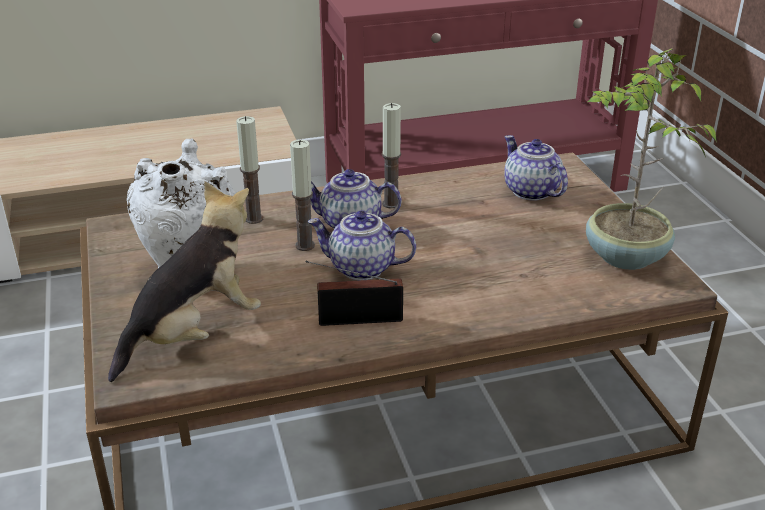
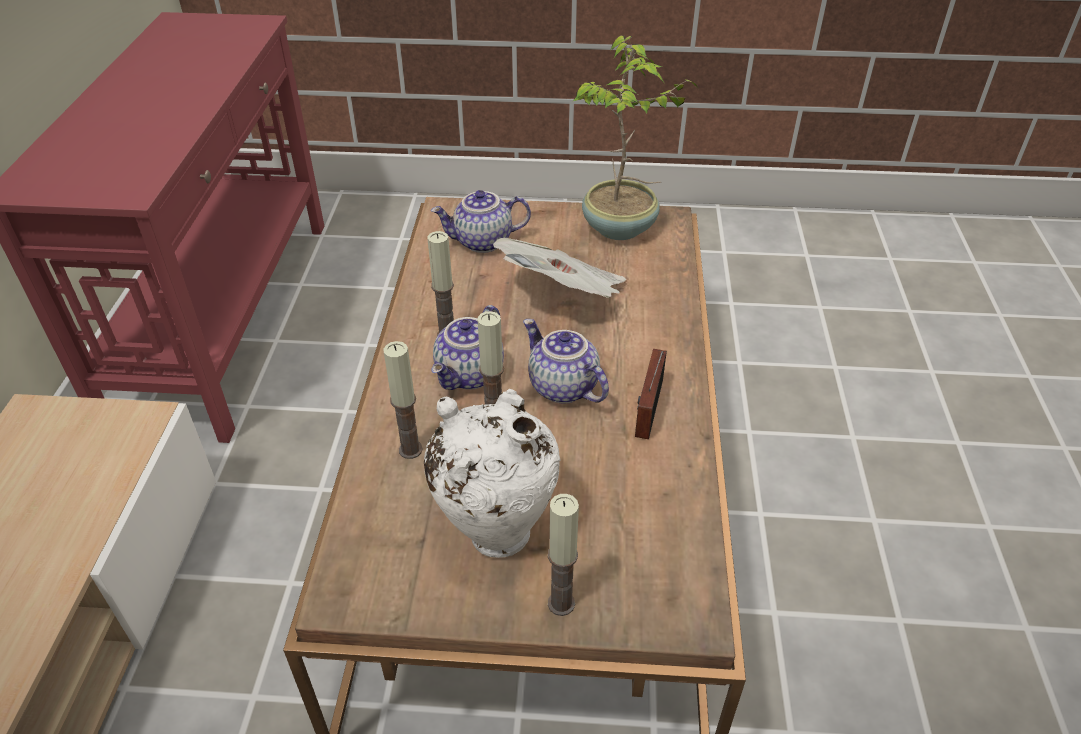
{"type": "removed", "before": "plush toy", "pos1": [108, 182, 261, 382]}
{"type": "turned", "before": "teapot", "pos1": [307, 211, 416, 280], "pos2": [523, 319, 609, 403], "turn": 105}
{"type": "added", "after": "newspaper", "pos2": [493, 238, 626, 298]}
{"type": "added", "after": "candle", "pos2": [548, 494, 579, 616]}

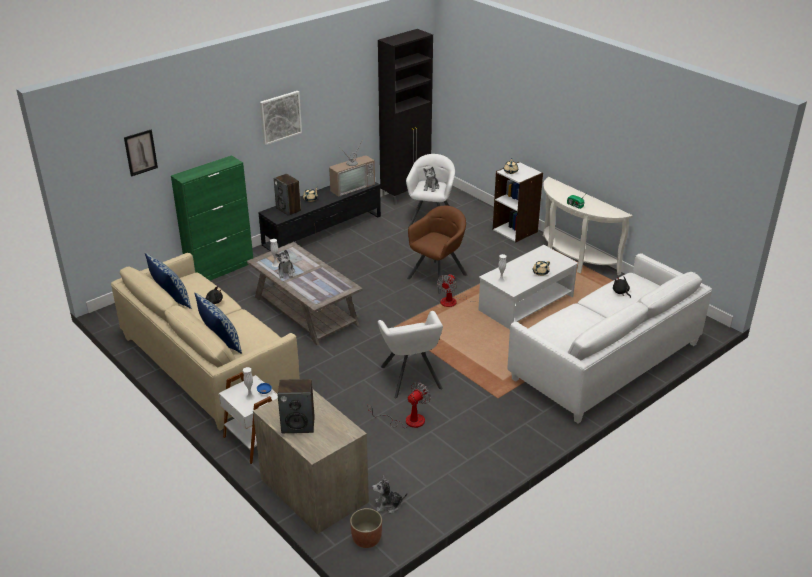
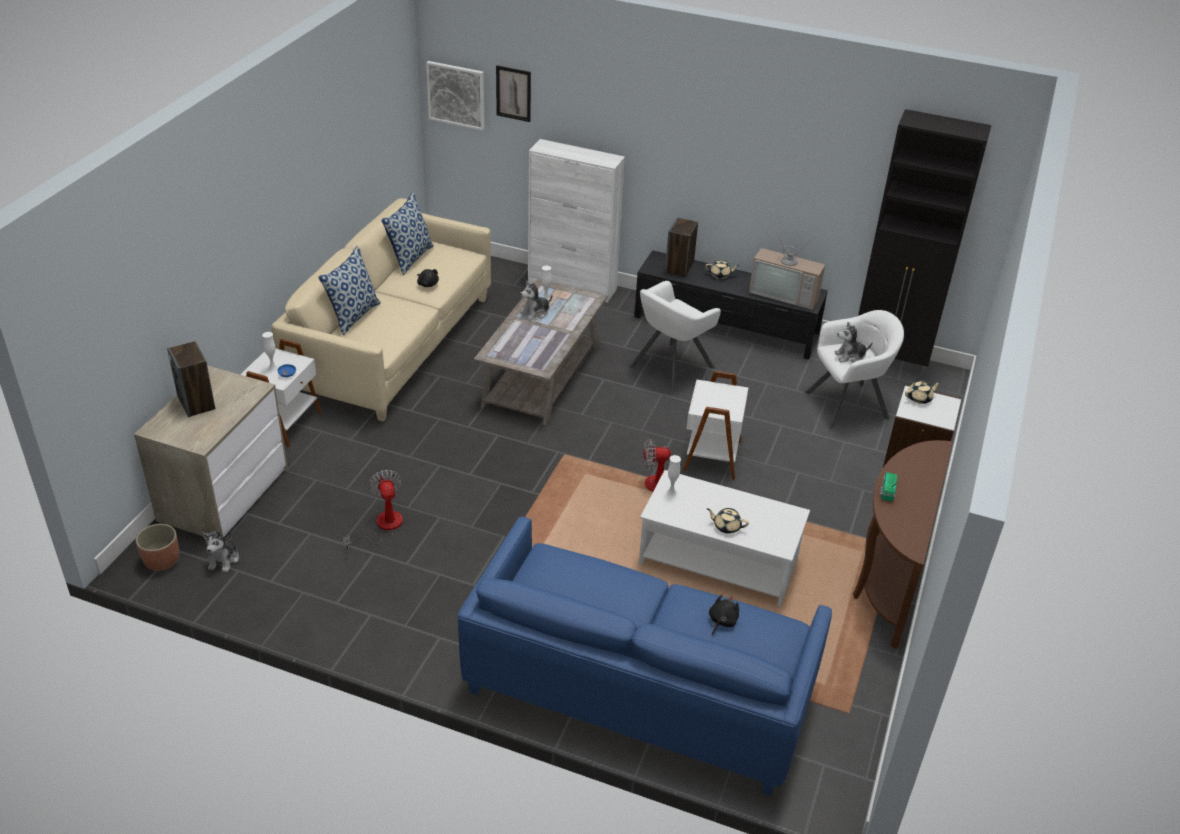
{"type": "recoloured", "before": "green cabinet", "after": "white cabinet", "pos1": [171, 155, 253, 281], "pos2": [528, 139, 625, 303]}
{"type": "moved", "before": "picture", "pos1": [260, 91, 302, 145], "pos2": [426, 61, 485, 131]}
{"type": "turned", "before": "fan", "pos1": [368, 382, 431, 428], "pos2": [343, 470, 403, 550], "turn": -120}
{"type": "turned", "before": "plush toy", "pos1": [372, 475, 407, 513], "pos2": [202, 531, 239, 572], "turn": -135}
{"type": "moved", "before": "white armchair", "pos1": [378, 311, 443, 399], "pos2": [629, 281, 721, 393]}
{"type": "replaced", "before": "brown armchair", "after": "white side table", "pos1": [407, 206, 467, 294], "pos2": [683, 371, 748, 480]}
{"type": "recoloured", "before": "white sofa", "after": "blue sofa", "pos1": [508, 253, 712, 423], "pos2": [458, 517, 832, 795]}
{"type": "recoloured", "before": "white console table", "after": "brown console table", "pos1": [543, 177, 633, 275], "pos2": [853, 440, 952, 648]}

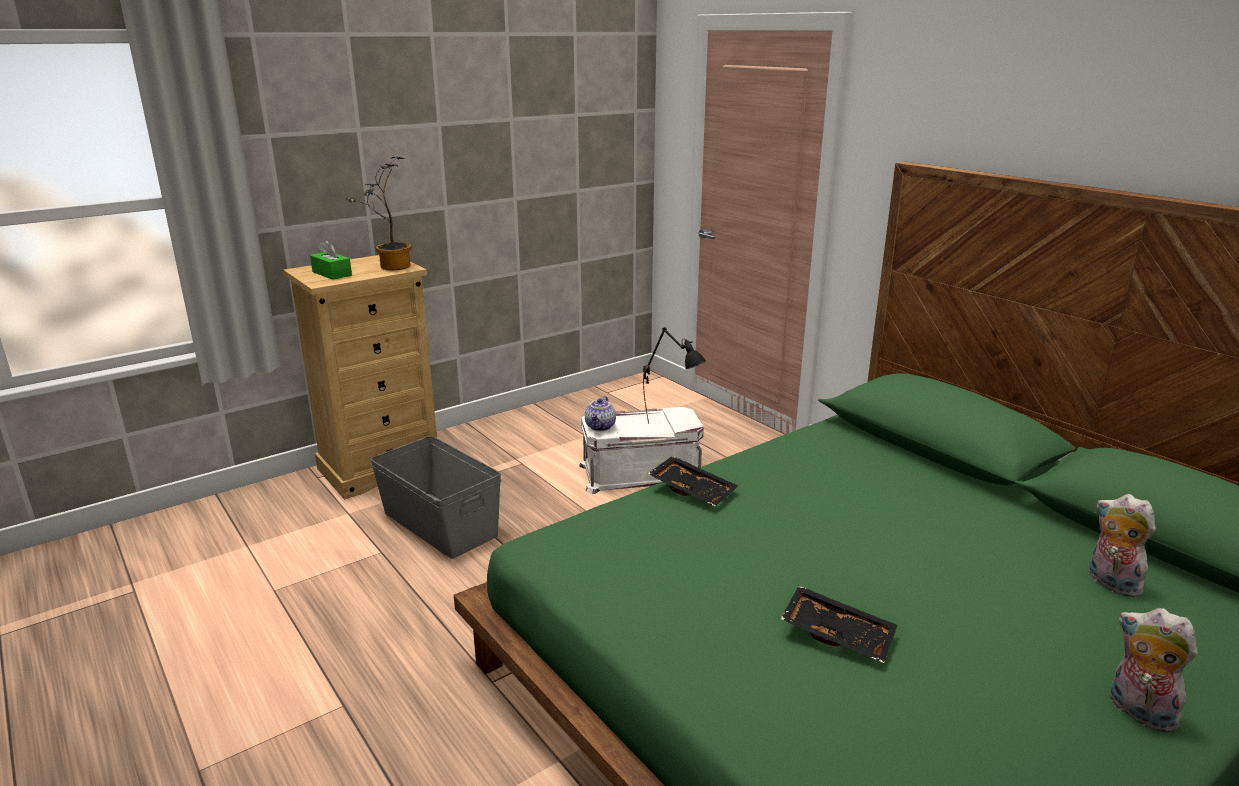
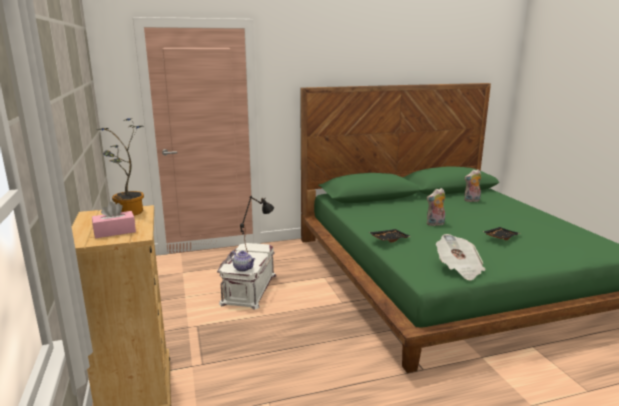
{"type": "recoloured", "before": "green tissue box", "after": "pink tissue box", "pos1": [310, 240, 352, 280], "pos2": [92, 202, 136, 238]}
{"type": "removed", "before": "grey storage box", "pos1": [370, 436, 501, 559]}
{"type": "moved", "before": "plush toy", "pos1": [1110, 608, 1198, 733], "pos2": [427, 188, 445, 226]}
{"type": "added", "after": "newspaper", "pos2": [436, 234, 486, 281]}

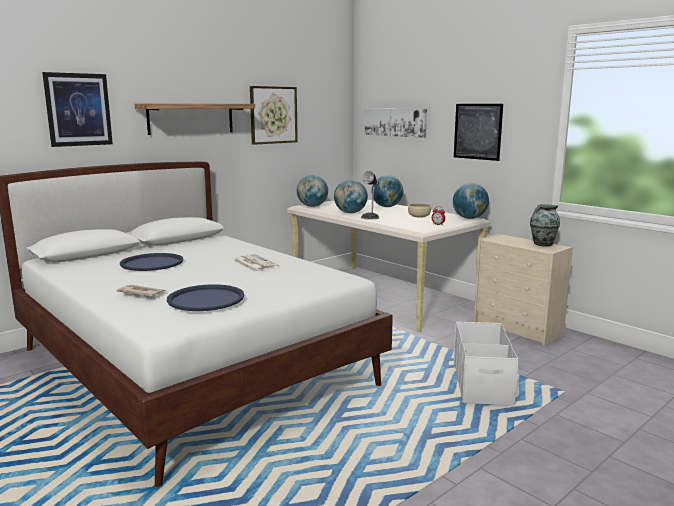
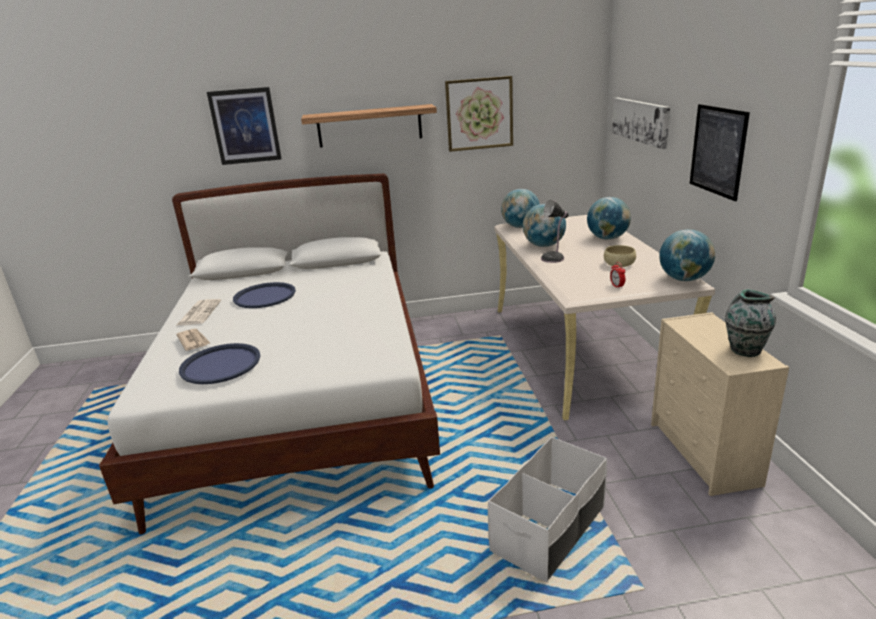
{"type": "moved", "before": "newspaper", "pos1": [233, 254, 279, 272], "pos2": [176, 299, 221, 326]}

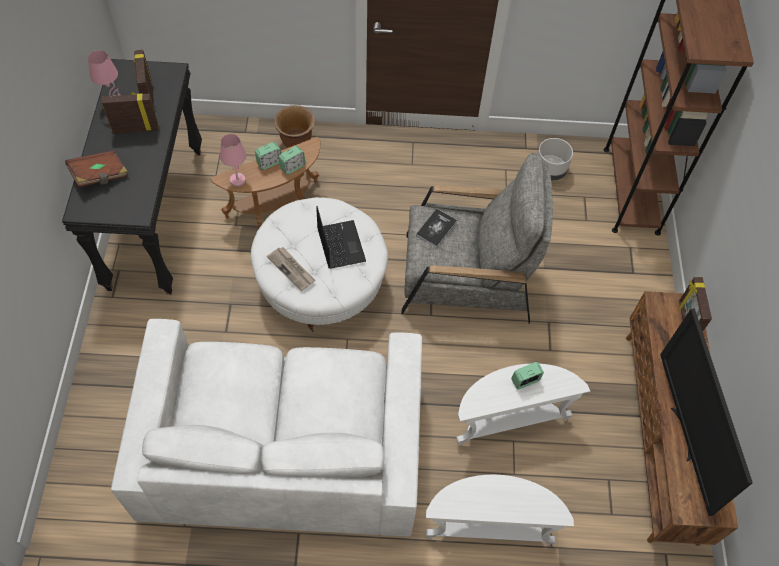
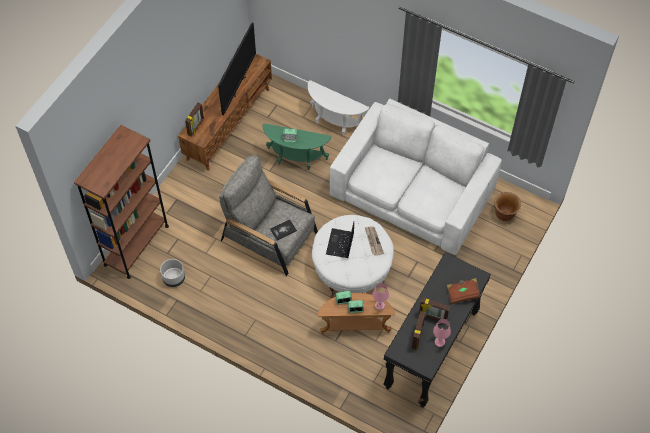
{"type": "moved", "before": "brown planter", "pos1": [274, 105, 315, 148], "pos2": [494, 192, 521, 221]}
{"type": "recoloured", "before": "white side table", "after": "green side table", "pos1": [456, 363, 590, 446], "pos2": [263, 123, 332, 170]}

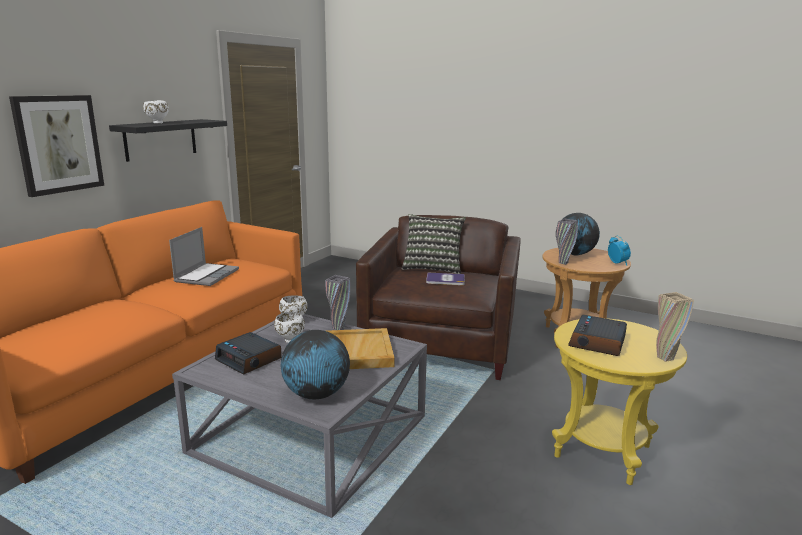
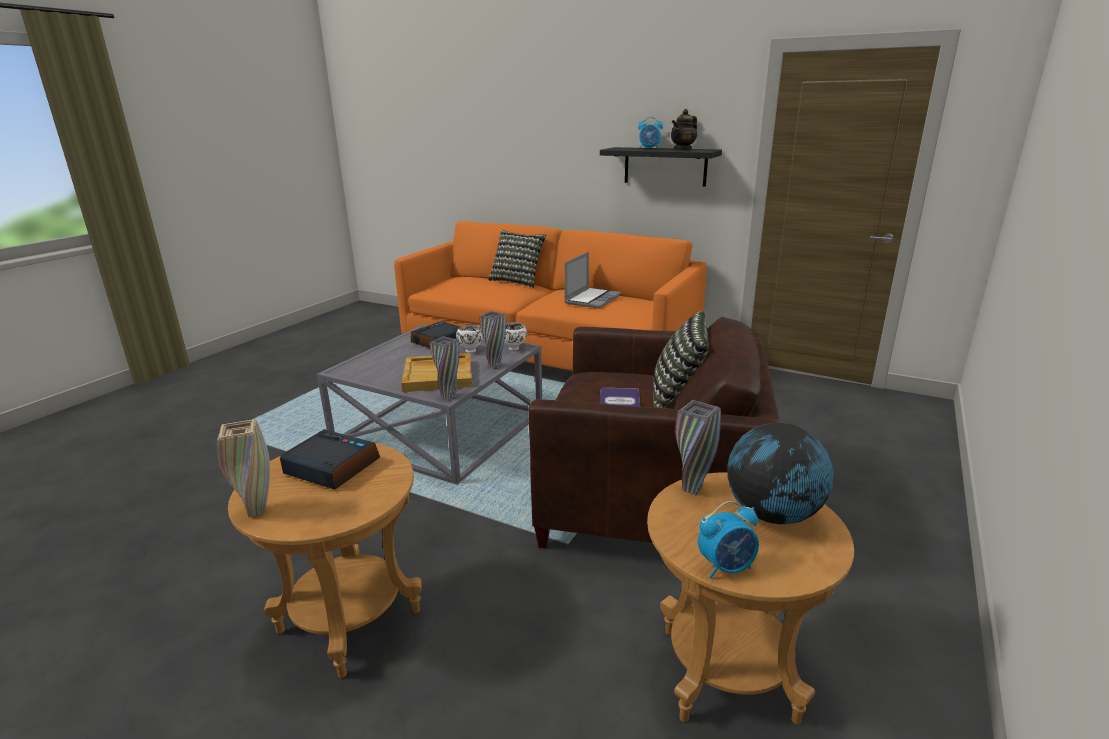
{"type": "removed", "before": "picture", "pos1": [9, 95, 104, 197]}
{"type": "replaced", "before": "white bowl", "after": "alarm clock", "pos1": [143, 100, 169, 123], "pos2": [638, 117, 663, 149]}
{"type": "turned", "before": "laptop", "pos1": [169, 227, 239, 286], "pos2": [564, 252, 621, 309], "turn": -75}
{"type": "removed", "before": "globe", "pos1": [280, 330, 350, 399]}
{"type": "recoloured", "before": "yellow side table", "after": "brown side table", "pos1": [552, 318, 687, 485], "pos2": [228, 443, 421, 678]}
{"type": "added", "after": "grey vase", "pos2": [430, 336, 459, 400]}
{"type": "added", "after": "pillow", "pos2": [488, 230, 546, 288]}
{"type": "added", "after": "teapot", "pos2": [671, 109, 697, 150]}

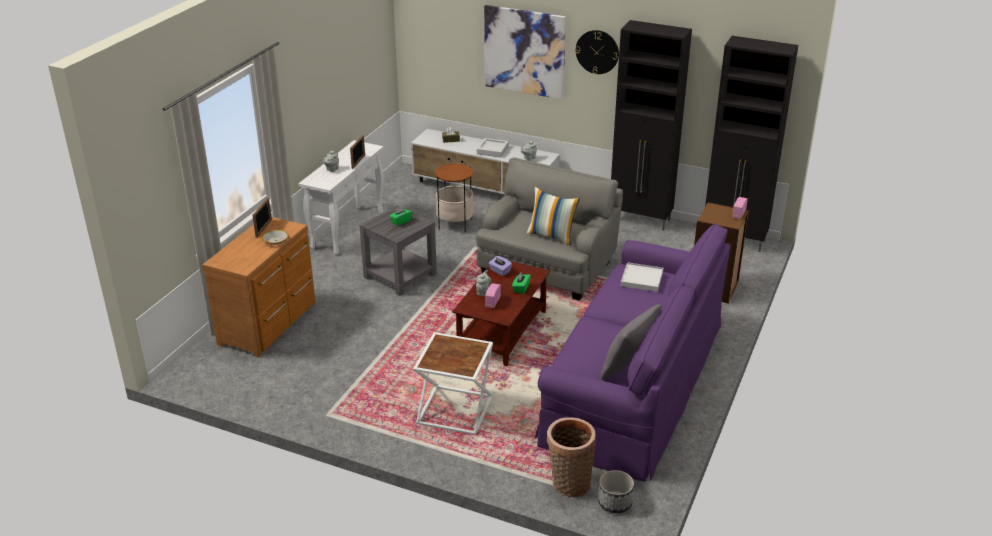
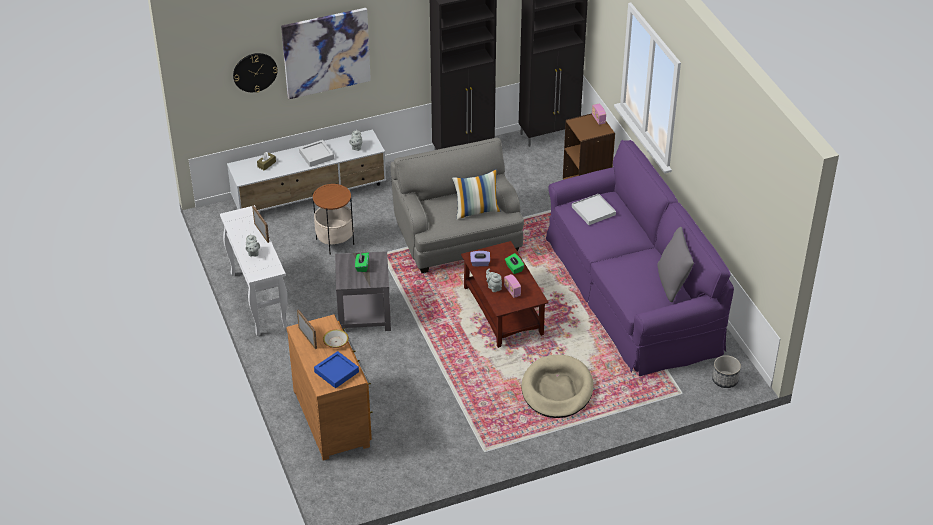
{"type": "replaced", "before": "white side table", "after": "beige dog bed", "pos1": [413, 332, 493, 435], "pos2": [521, 355, 594, 418]}
{"type": "removed", "before": "basket", "pos1": [547, 417, 596, 498]}
{"type": "moved", "before": "wall clock", "pos1": [575, 30, 619, 74], "pos2": [233, 53, 278, 92]}
{"type": "added", "after": "blue tray", "pos2": [314, 351, 359, 388]}

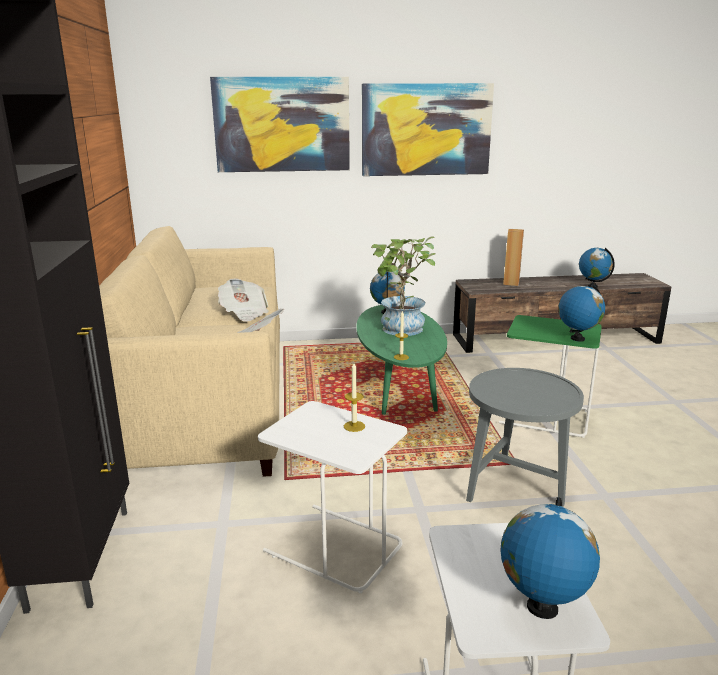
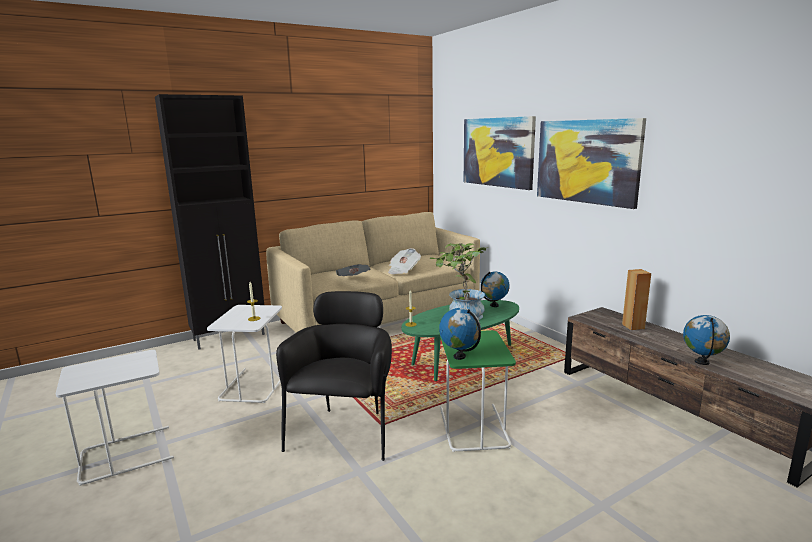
{"type": "replaced", "before": "grey side table", "after": "black armchair", "pos1": [466, 368, 584, 507], "pos2": [276, 291, 392, 461]}
{"type": "removed", "before": "globe", "pos1": [500, 497, 600, 619]}

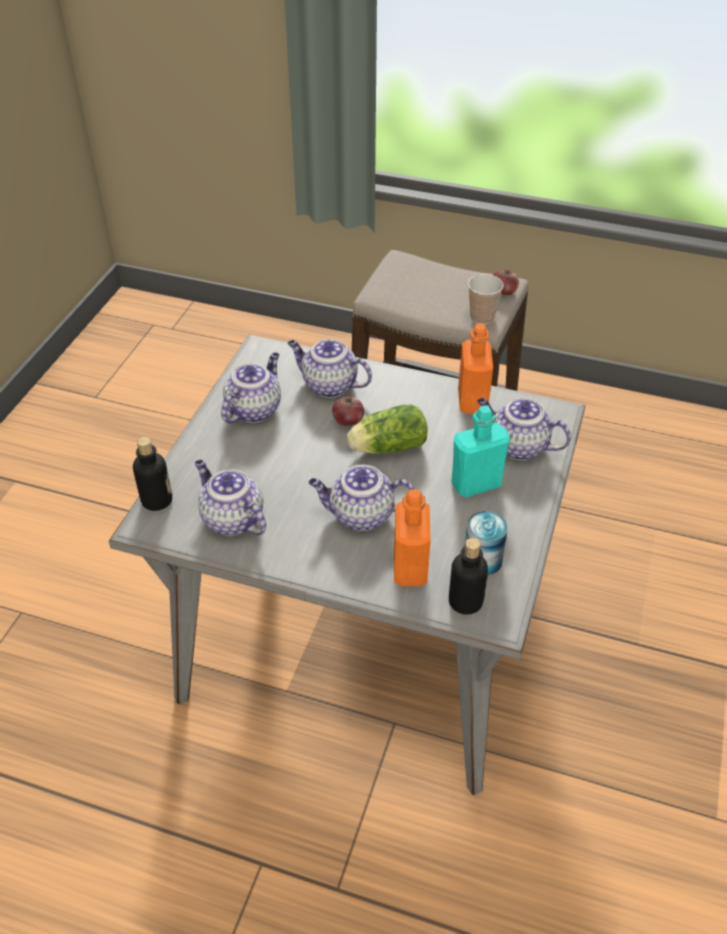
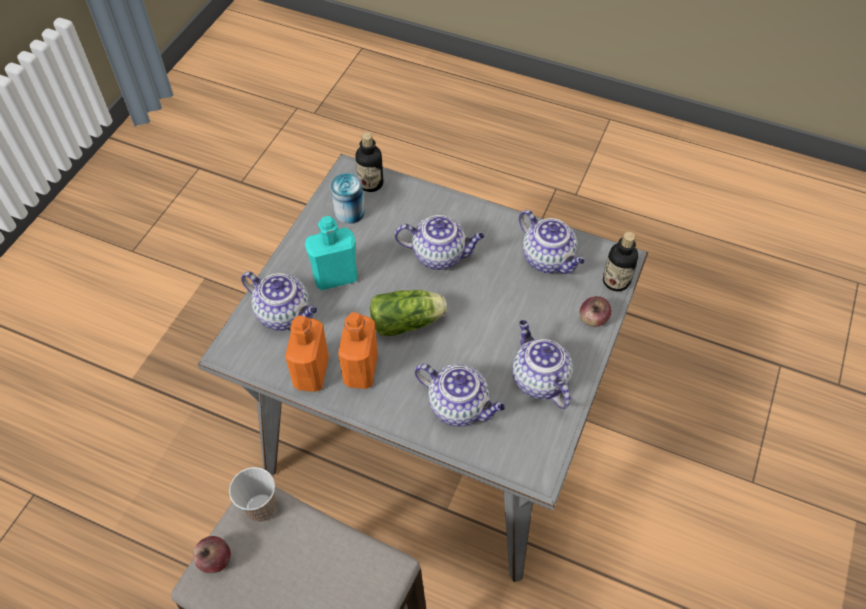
{"type": "turned", "before": "teapot", "pos1": [221, 352, 281, 423], "pos2": [512, 320, 573, 409], "turn": 120}
{"type": "moved", "before": "apple", "pos1": [332, 397, 364, 426], "pos2": [580, 296, 612, 327]}
{"type": "moved", "before": "orange bottle", "pos1": [394, 489, 431, 586], "pos2": [338, 312, 378, 389]}

